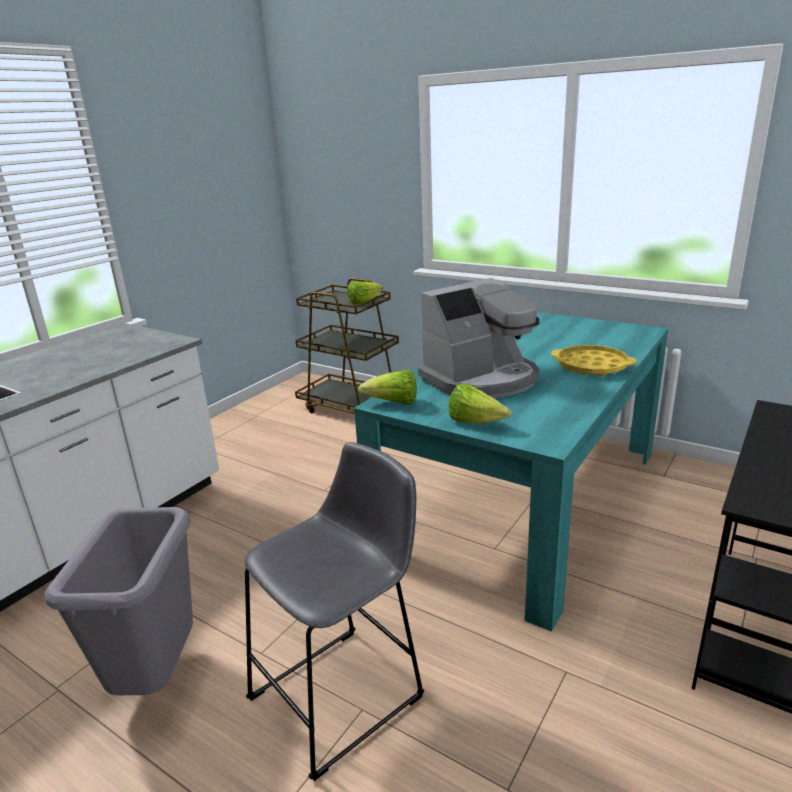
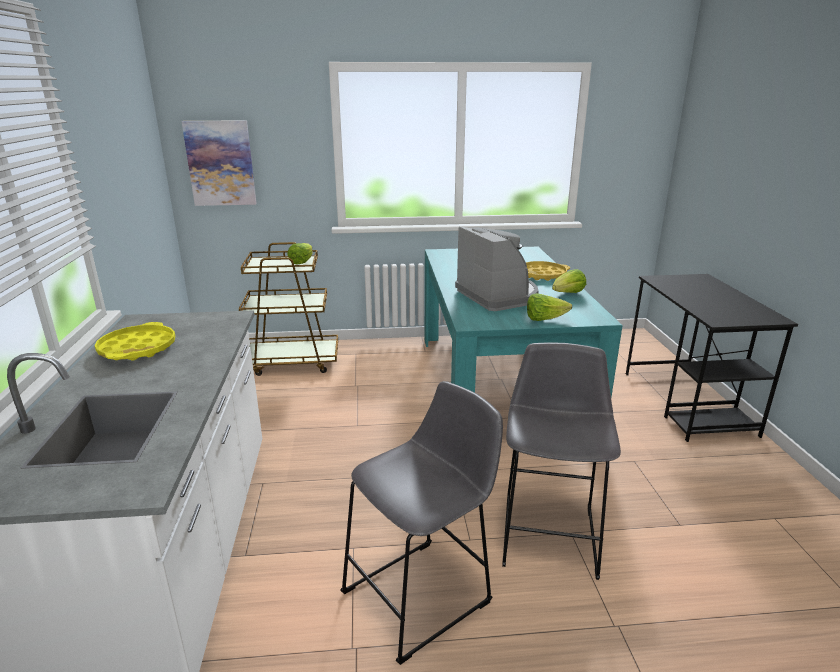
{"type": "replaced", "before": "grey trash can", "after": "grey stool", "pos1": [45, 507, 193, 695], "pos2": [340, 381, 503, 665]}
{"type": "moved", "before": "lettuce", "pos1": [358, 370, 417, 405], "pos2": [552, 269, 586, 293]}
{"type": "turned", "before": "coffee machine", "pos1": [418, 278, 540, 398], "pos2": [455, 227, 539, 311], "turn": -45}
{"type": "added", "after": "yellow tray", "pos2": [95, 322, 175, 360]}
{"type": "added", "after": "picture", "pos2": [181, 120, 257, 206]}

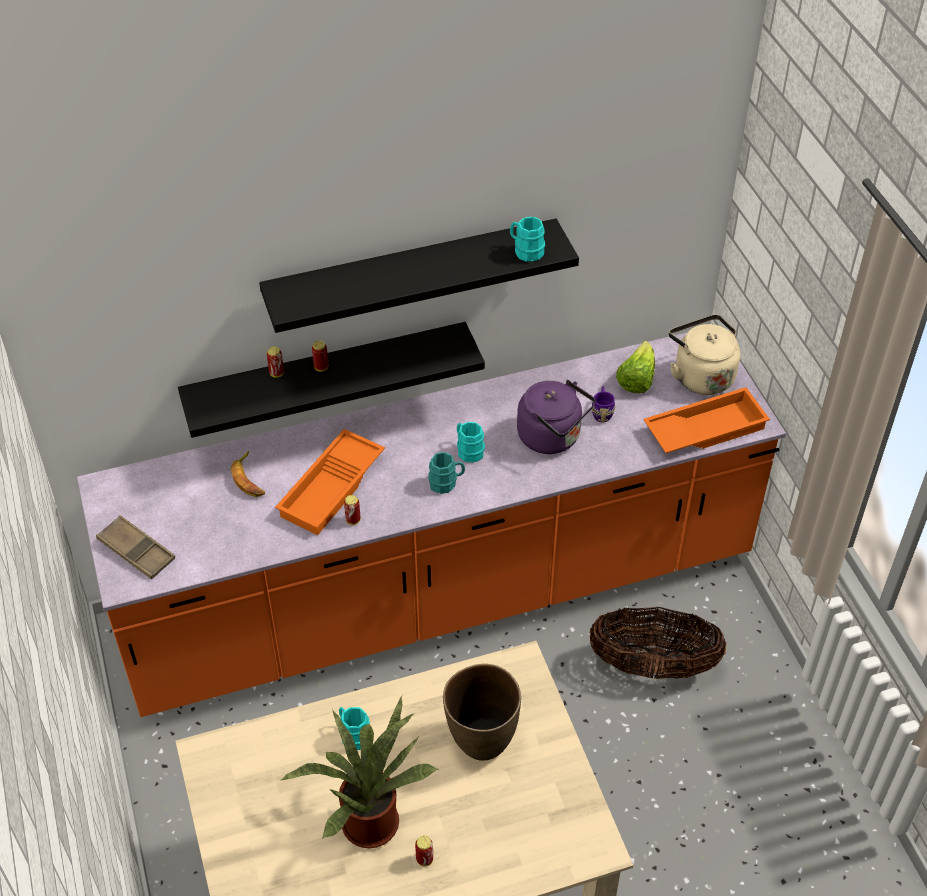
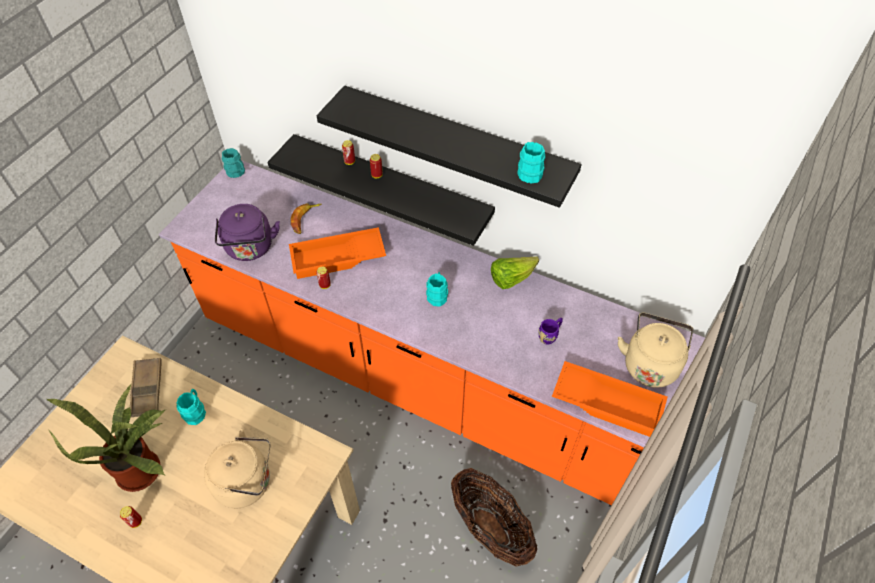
{"type": "moved", "before": "brown tray", "pos1": [96, 515, 175, 580], "pos2": [130, 358, 162, 418]}
{"type": "moved", "before": "turquoise mug", "pos1": [428, 452, 465, 494], "pos2": [222, 148, 245, 178]}
{"type": "replaced", "before": "brown vase", "after": "beige kettle", "pos1": [443, 664, 521, 761], "pos2": [204, 429, 270, 508]}
{"type": "moved", "before": "purple kettle", "pos1": [517, 380, 596, 454], "pos2": [215, 204, 280, 261]}
{"type": "moved", "before": "lettuce", "pos1": [616, 341, 655, 393], "pos2": [491, 256, 539, 289]}

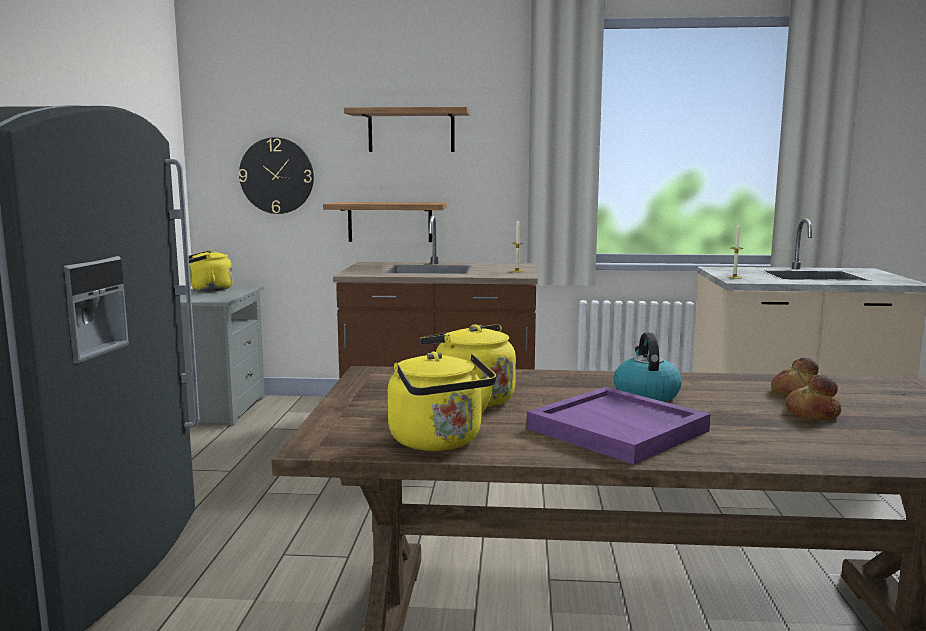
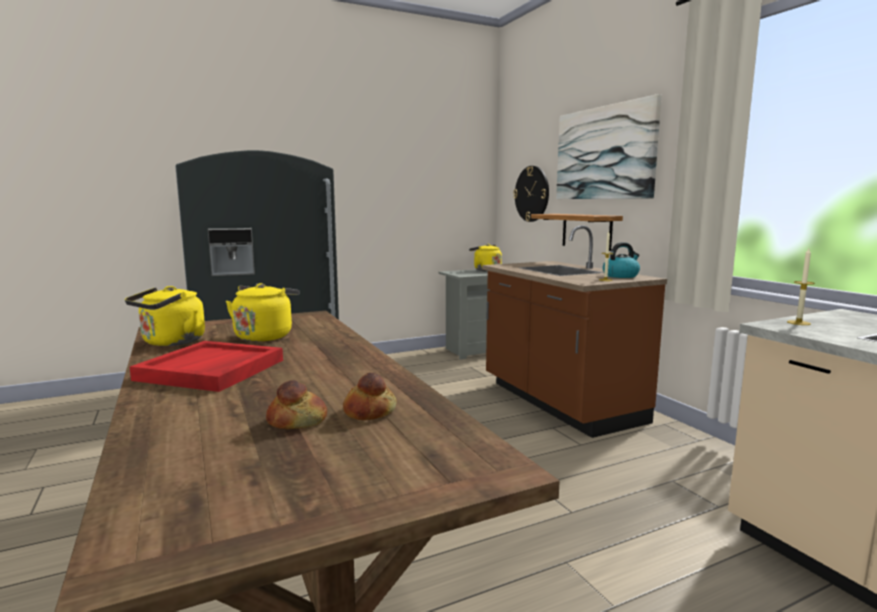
{"type": "replaced", "before": "shelf", "after": "picture", "pos1": [344, 107, 470, 152], "pos2": [556, 94, 662, 199]}
{"type": "recoloured", "before": "purple tray", "after": "red tray", "pos1": [527, 387, 711, 465], "pos2": [130, 341, 283, 392]}
{"type": "moved", "before": "kettle", "pos1": [614, 333, 682, 402], "pos2": [603, 242, 640, 278]}

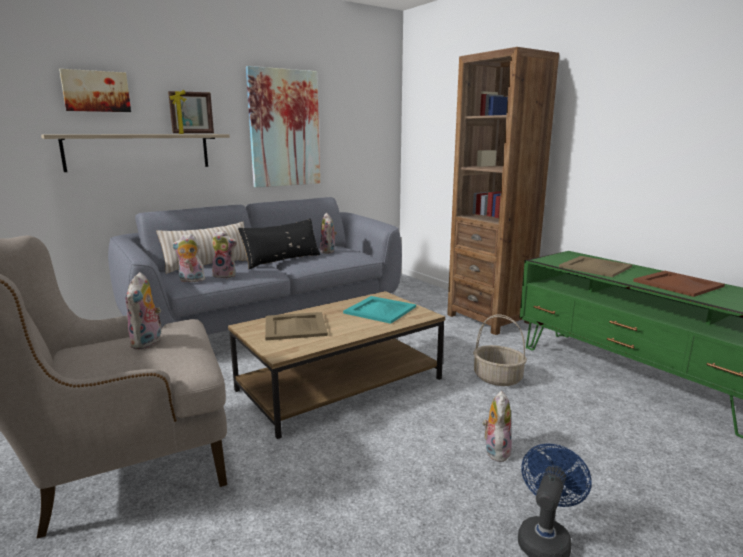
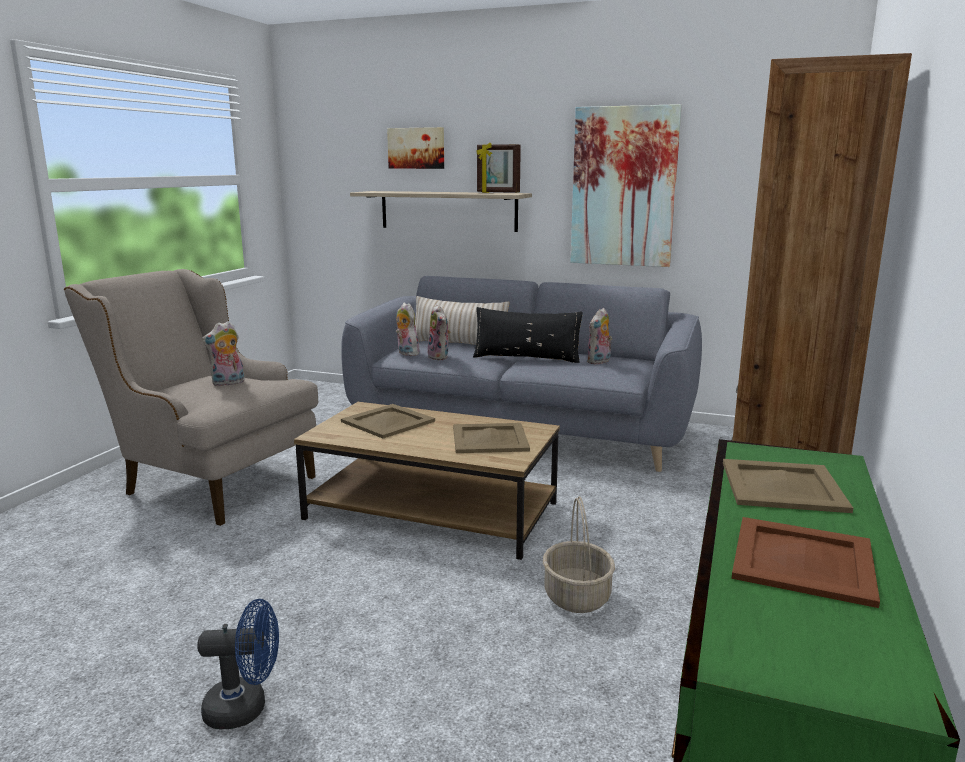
{"type": "recoloured", "before": "turquoise tray", "after": "beige tray", "pos1": [343, 296, 416, 324], "pos2": [453, 423, 530, 453]}
{"type": "removed", "before": "plush toy", "pos1": [482, 391, 512, 462]}

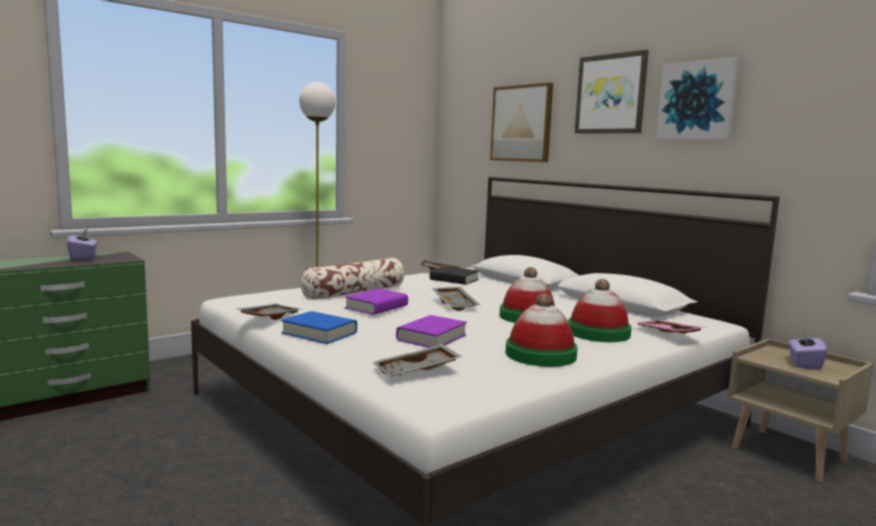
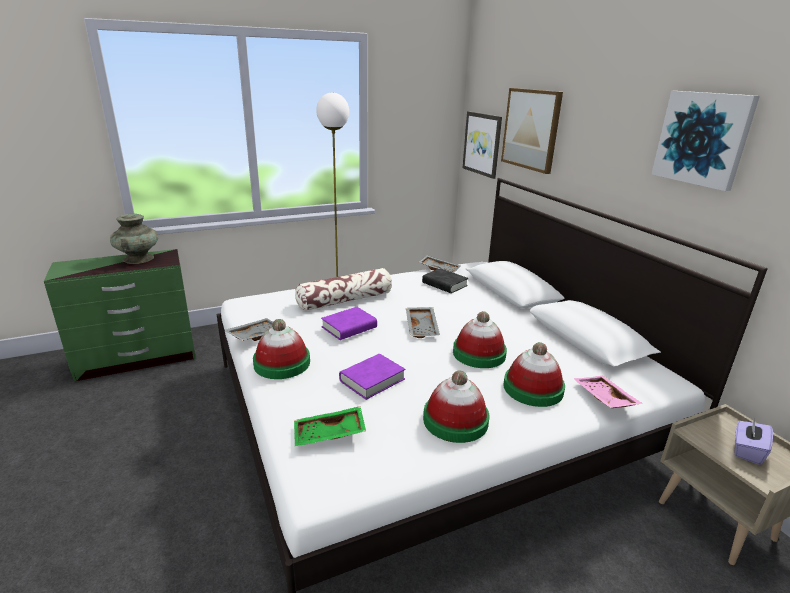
{"type": "replaced", "before": "purple tissue box", "after": "turquoise vase", "pos1": [67, 229, 97, 260], "pos2": [110, 214, 158, 264]}
{"type": "replaced", "before": "blue book", "after": "hat", "pos1": [281, 311, 357, 344], "pos2": [253, 319, 310, 379]}
{"type": "recoloured", "before": "grey tray", "after": "green tray", "pos1": [372, 344, 463, 376], "pos2": [294, 406, 366, 446]}
{"type": "moved", "before": "picture", "pos1": [575, 50, 649, 134], "pos2": [463, 111, 502, 179]}

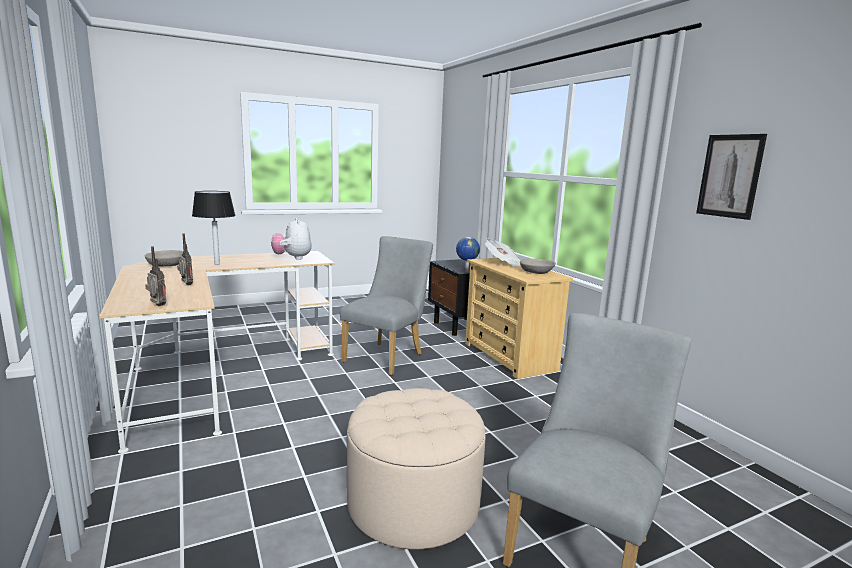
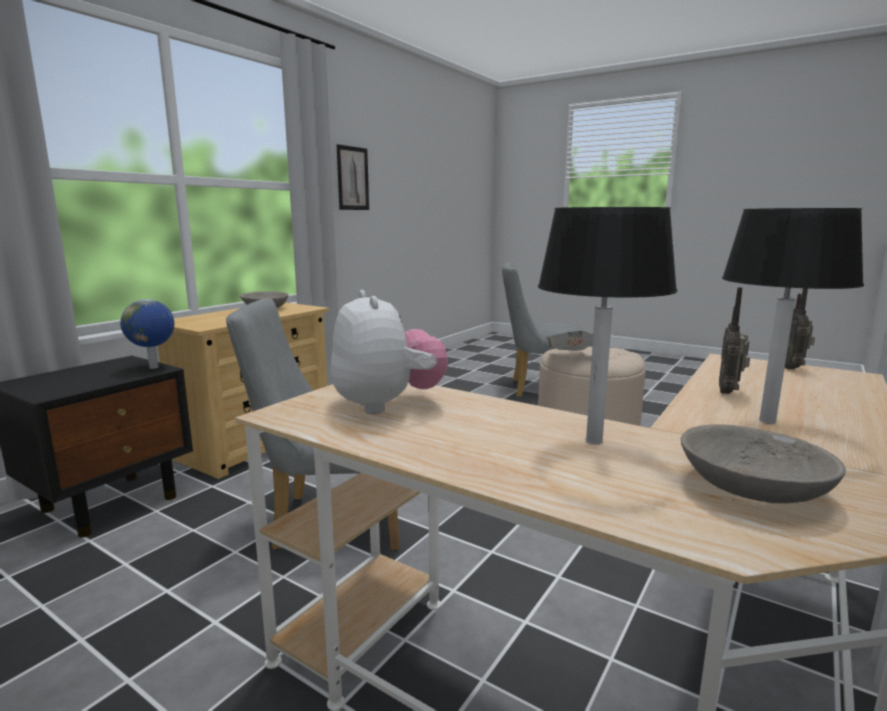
{"type": "turned", "before": "plush toy", "pos1": [271, 218, 312, 260], "pos2": [331, 290, 448, 414], "turn": -60}
{"type": "moved", "before": "newspaper", "pos1": [485, 238, 521, 267], "pos2": [546, 331, 593, 351]}
{"type": "added", "after": "black table lamp", "pos2": [722, 208, 864, 424]}

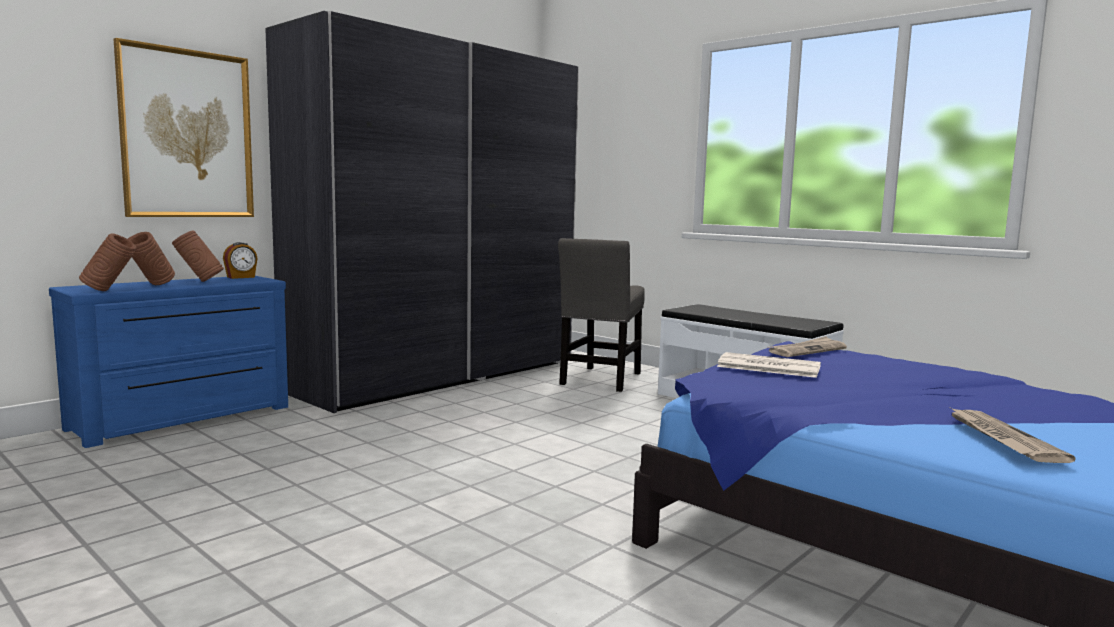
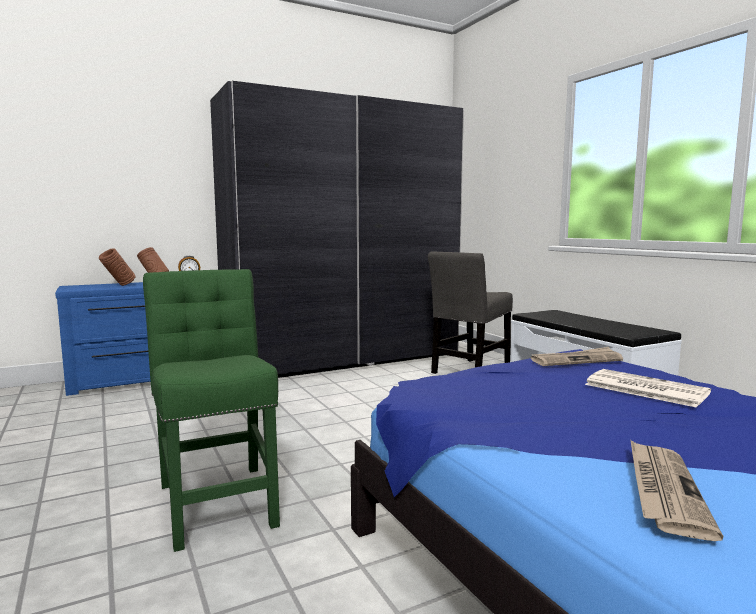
{"type": "removed", "before": "brown vase", "pos1": [79, 234, 137, 291]}
{"type": "removed", "before": "picture", "pos1": [114, 38, 254, 217]}
{"type": "moved", "before": "newspaper", "pos1": [717, 352, 821, 378], "pos2": [585, 369, 711, 408]}
{"type": "added", "after": "green chair", "pos2": [143, 269, 280, 552]}

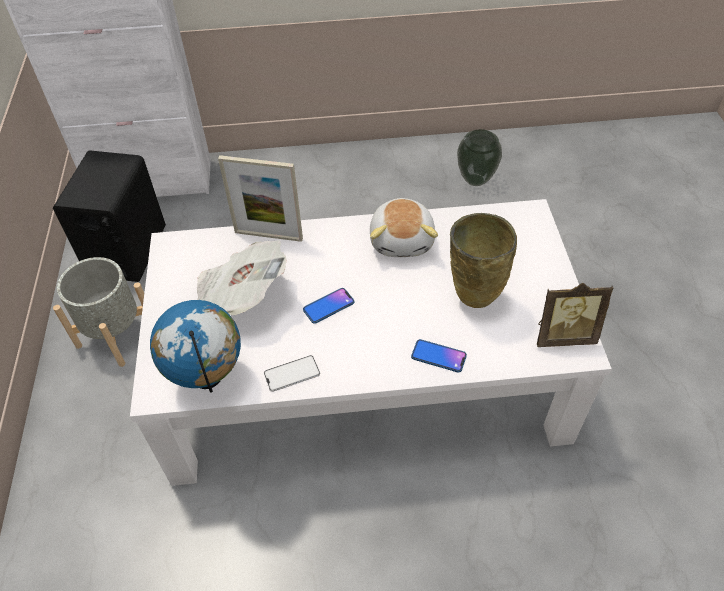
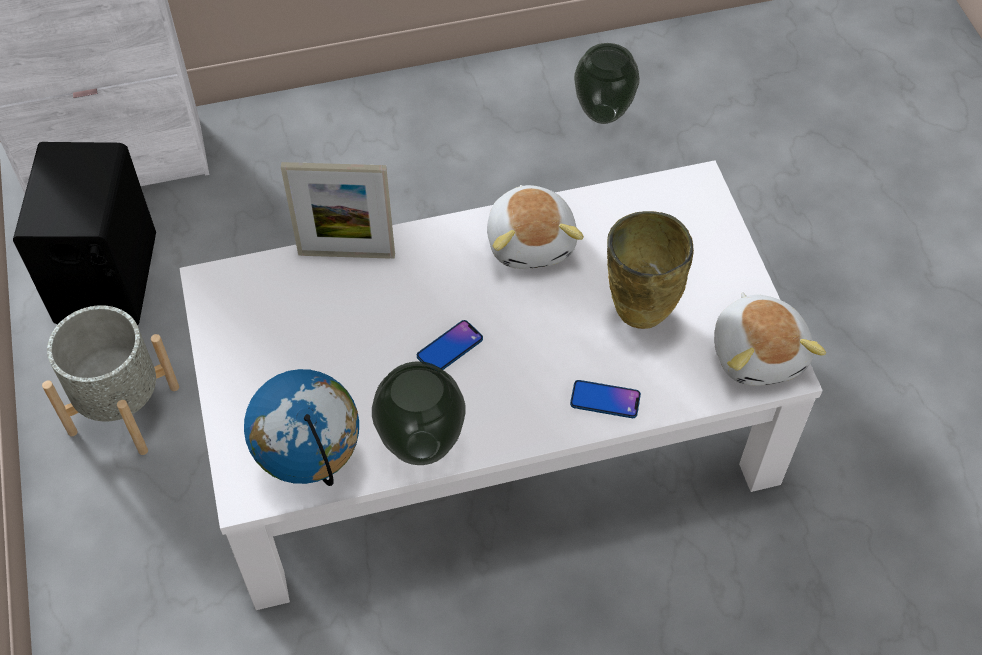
{"type": "removed", "before": "newspaper", "pos1": [197, 240, 287, 315]}
{"type": "replaced", "before": "phone", "after": "vase", "pos1": [264, 355, 320, 392], "pos2": [372, 361, 466, 465]}
{"type": "replaced", "before": "picture frame", "after": "plush toy", "pos1": [537, 283, 614, 347], "pos2": [714, 292, 826, 386]}

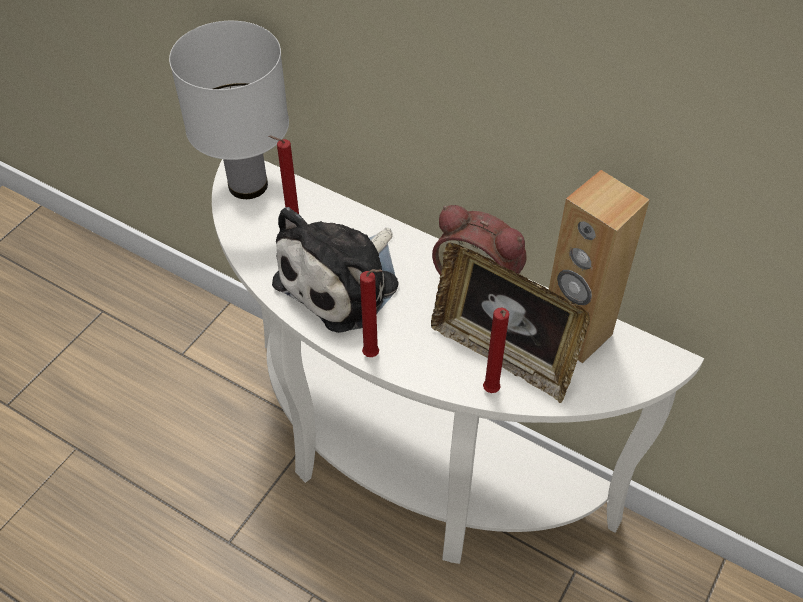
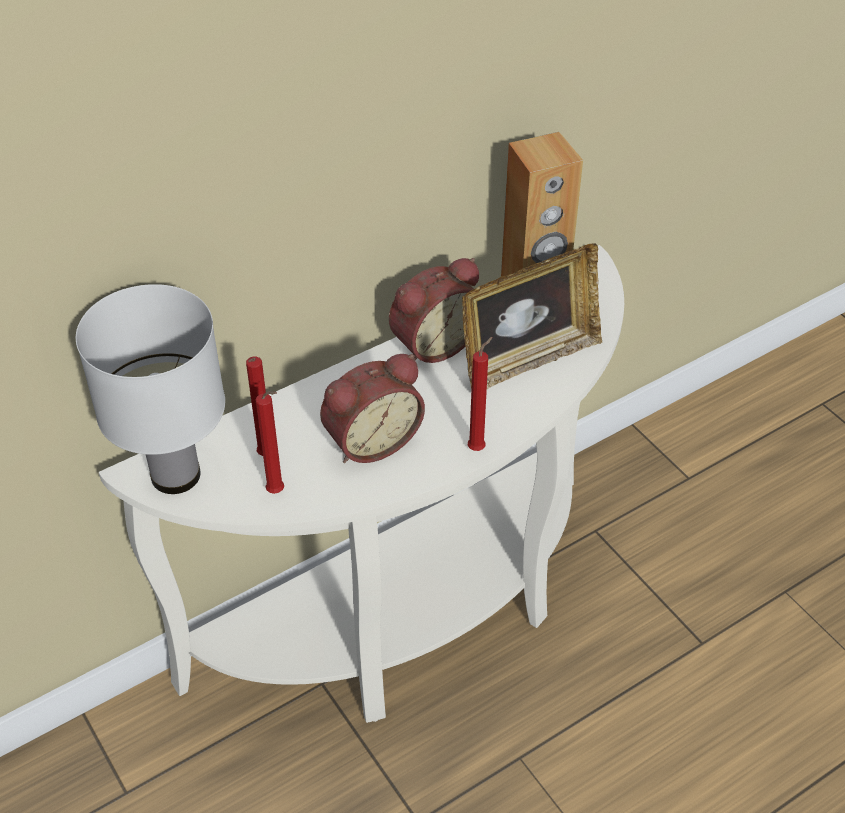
{"type": "replaced", "before": "plush toy", "after": "alarm clock", "pos1": [272, 207, 399, 333], "pos2": [320, 354, 425, 463]}
{"type": "moved", "before": "red candle", "pos1": [483, 307, 509, 393], "pos2": [255, 391, 284, 494]}

